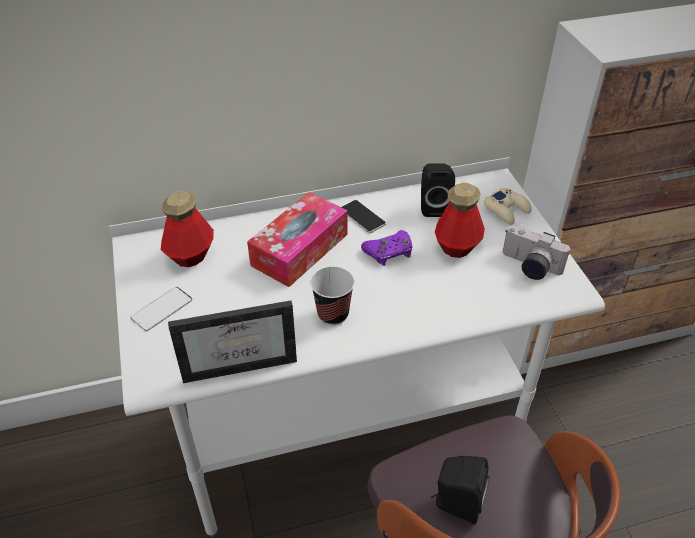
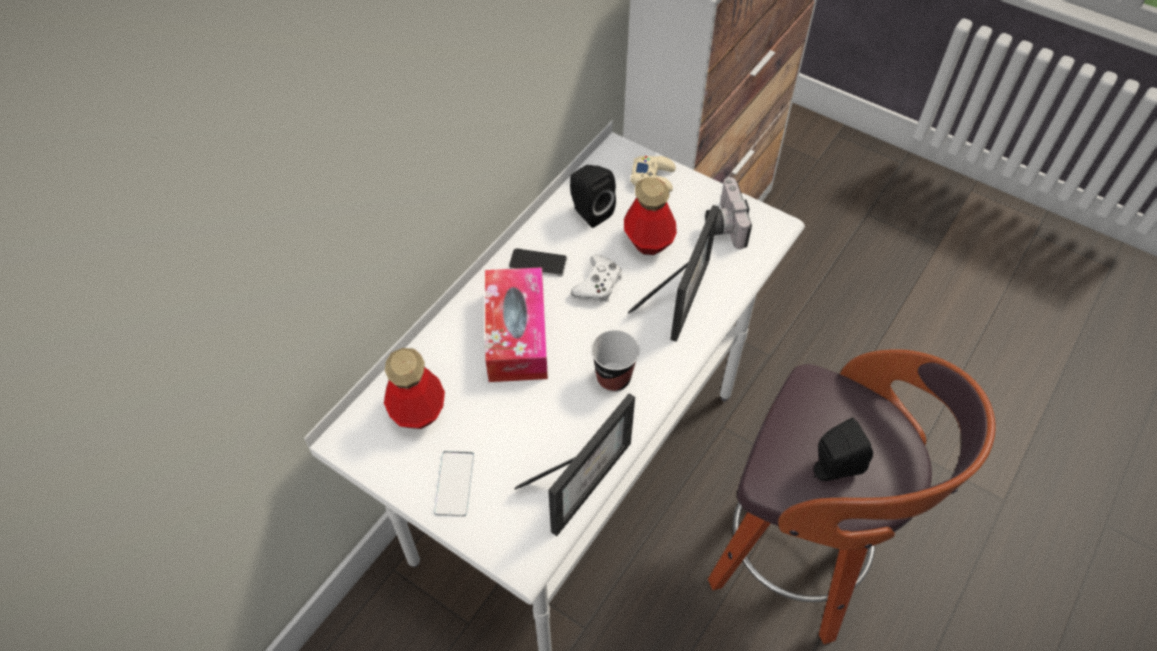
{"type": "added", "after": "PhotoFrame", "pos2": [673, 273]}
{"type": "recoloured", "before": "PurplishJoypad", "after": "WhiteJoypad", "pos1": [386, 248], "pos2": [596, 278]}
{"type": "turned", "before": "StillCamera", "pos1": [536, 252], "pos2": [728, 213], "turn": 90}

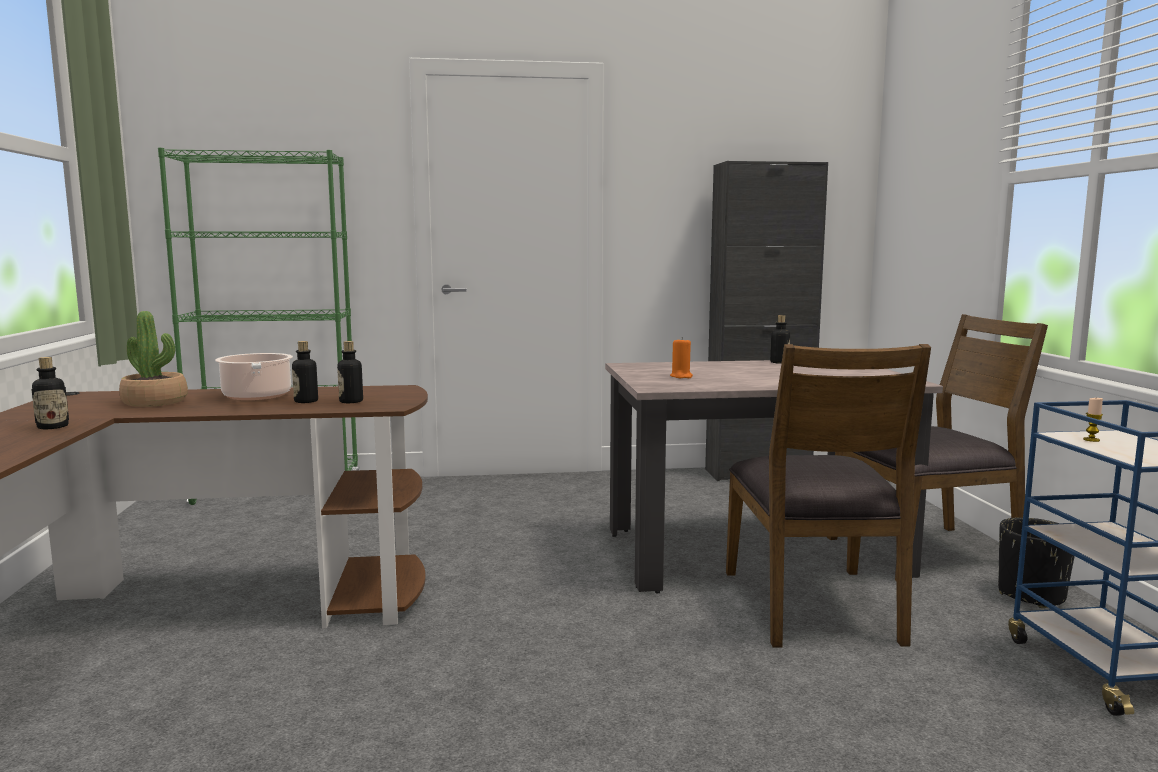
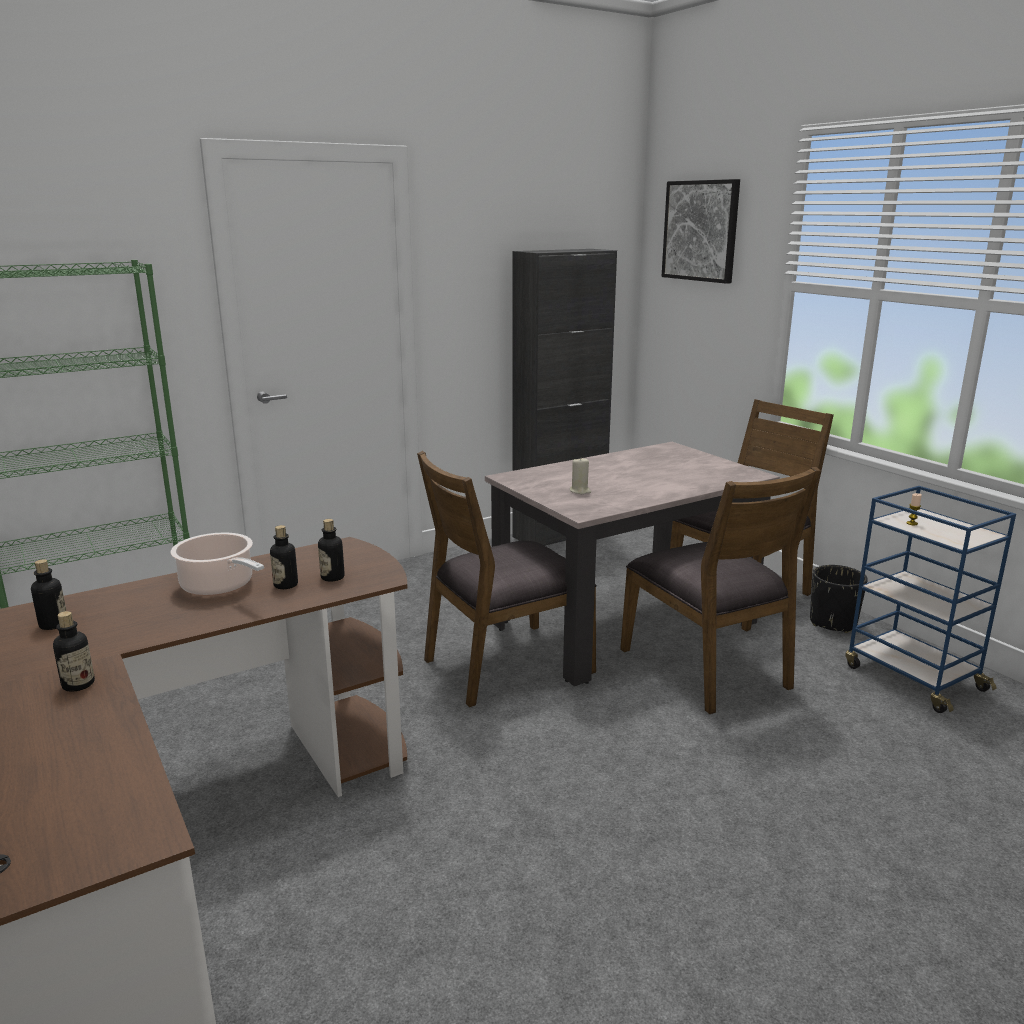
{"type": "removed", "before": "PlantInAPot", "pos1": [153, 359]}
{"type": "added", "after": "BrownColouredUprightChair", "pos2": [506, 579]}
{"type": "added", "after": "WallArt", "pos2": [700, 231]}
{"type": "moved", "before": "DrinkBottle", "pos1": [780, 339], "pos2": [48, 594]}
{"type": "recoloured", "before": "OrangeyWaxLight", "after": "BeigeColouredWaxLight", "pos1": [681, 357], "pos2": [580, 476]}

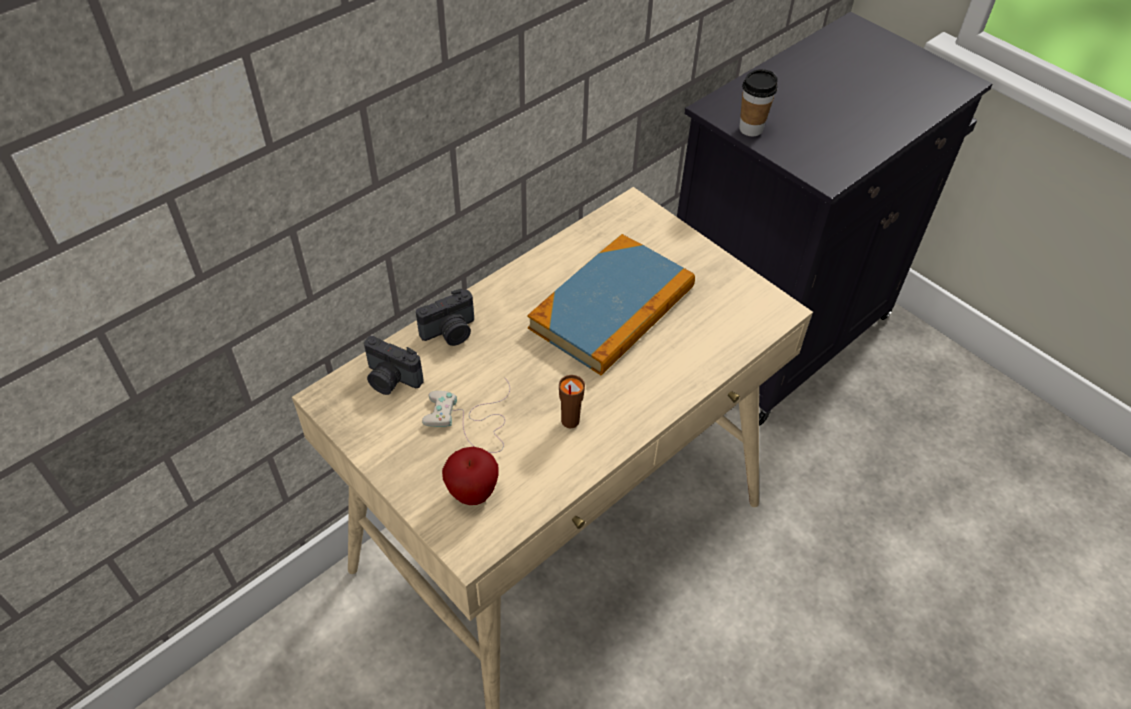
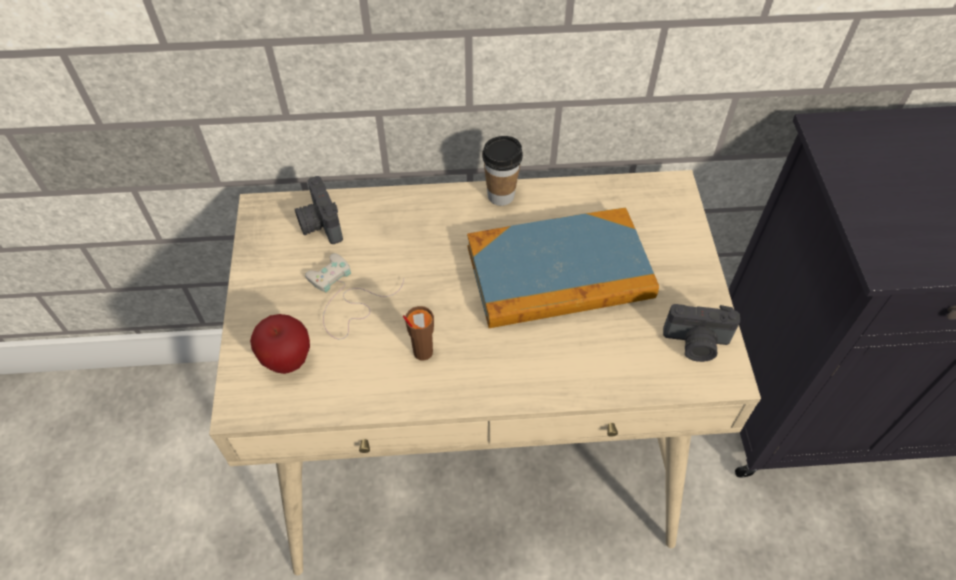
{"type": "moved", "before": "StillCamera", "pos1": [445, 317], "pos2": [701, 333]}
{"type": "moved", "before": "SmallCup", "pos1": [758, 102], "pos2": [502, 171]}

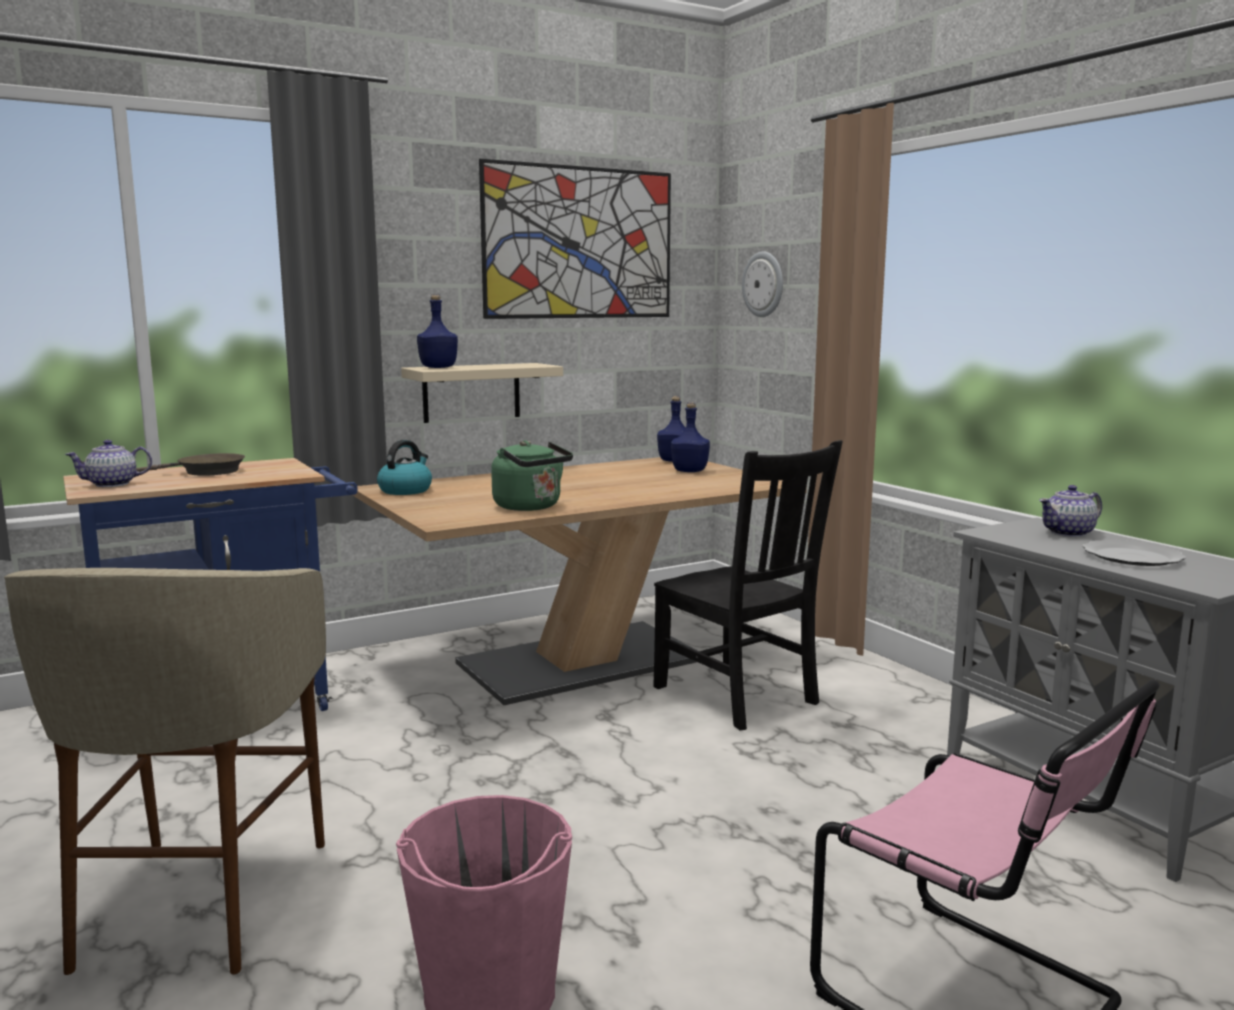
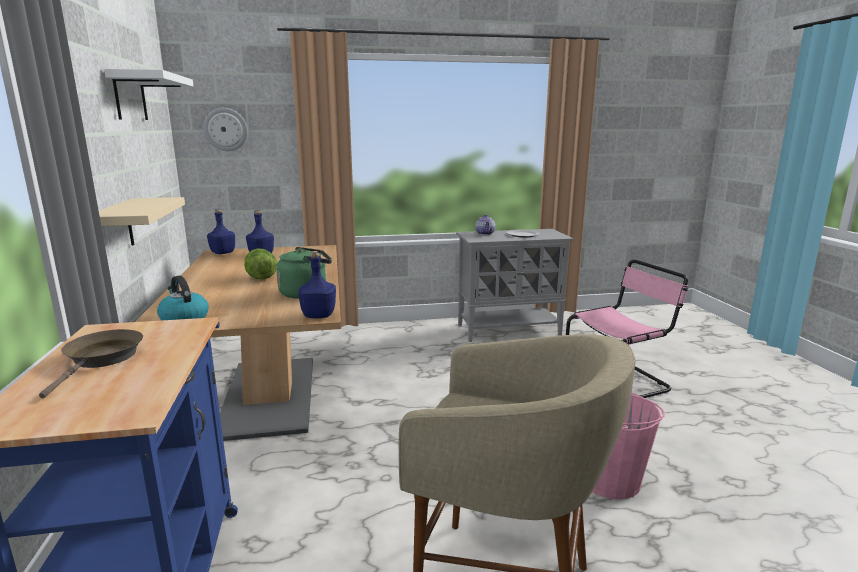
{"type": "removed", "before": "PotForTea", "pos1": [108, 463]}
{"type": "removed", "before": "BlackishUprightChair", "pos1": [748, 585]}
{"type": "added", "after": "Lettuce", "pos2": [260, 263]}
{"type": "moved", "before": "BluishDrinkBottle", "pos1": [437, 331], "pos2": [317, 284]}
{"type": "replaced", "before": "WallArt", "after": "WhiteBracketShelf", "pos1": [575, 239], "pos2": [148, 94]}

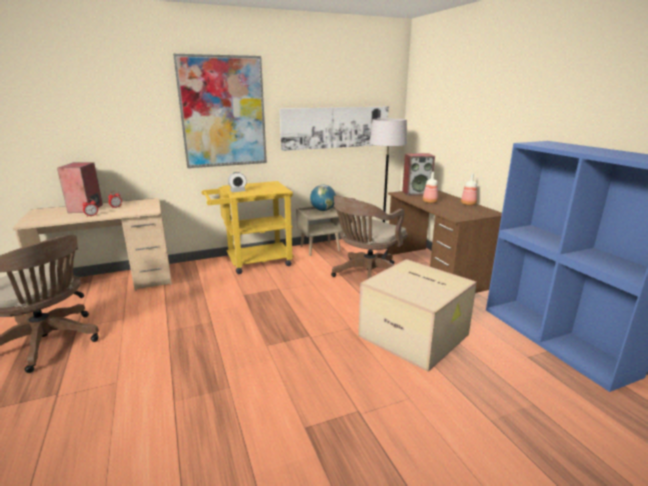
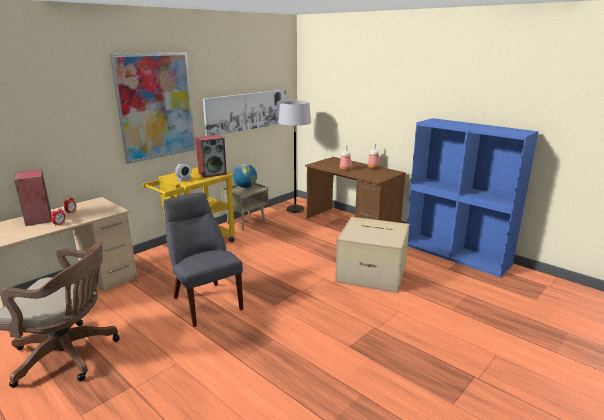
{"type": "removed", "before": "BrownColouredComputerChair", "pos1": [369, 237]}
{"type": "added", "after": "GreyUprightChair", "pos2": [203, 260]}
{"type": "moved", "before": "Loudspeaker", "pos1": [418, 174], "pos2": [211, 156]}

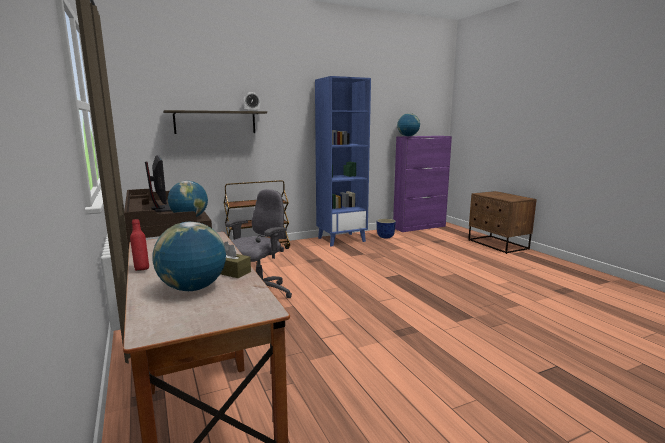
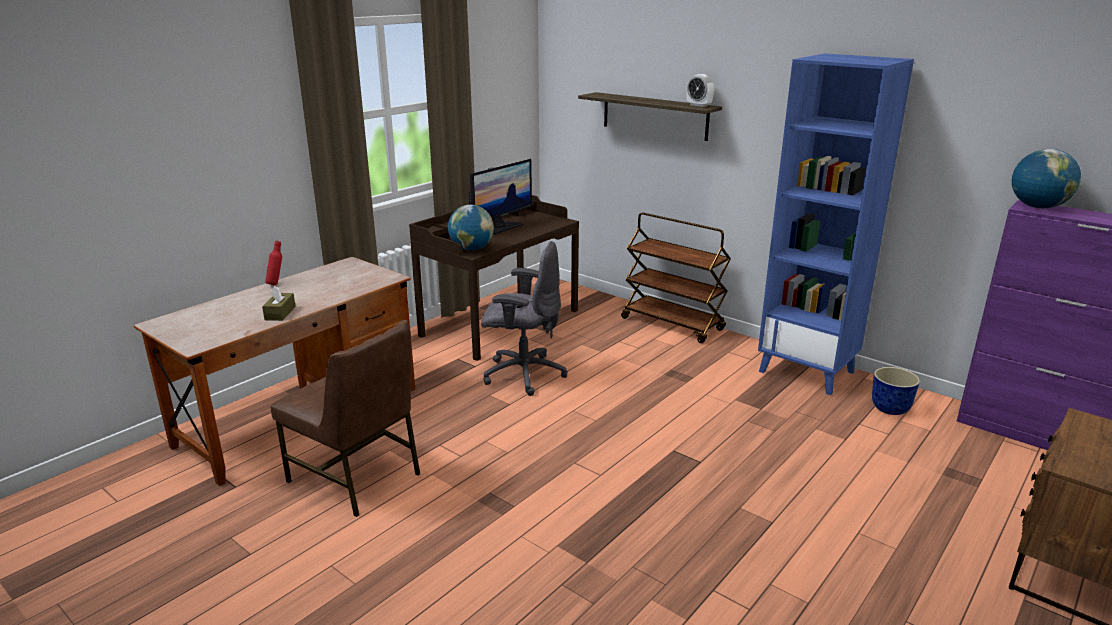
{"type": "removed", "before": "WorldGlobe", "pos1": [189, 256]}
{"type": "added", "after": "BrownColouredUprightChair", "pos2": [345, 418]}

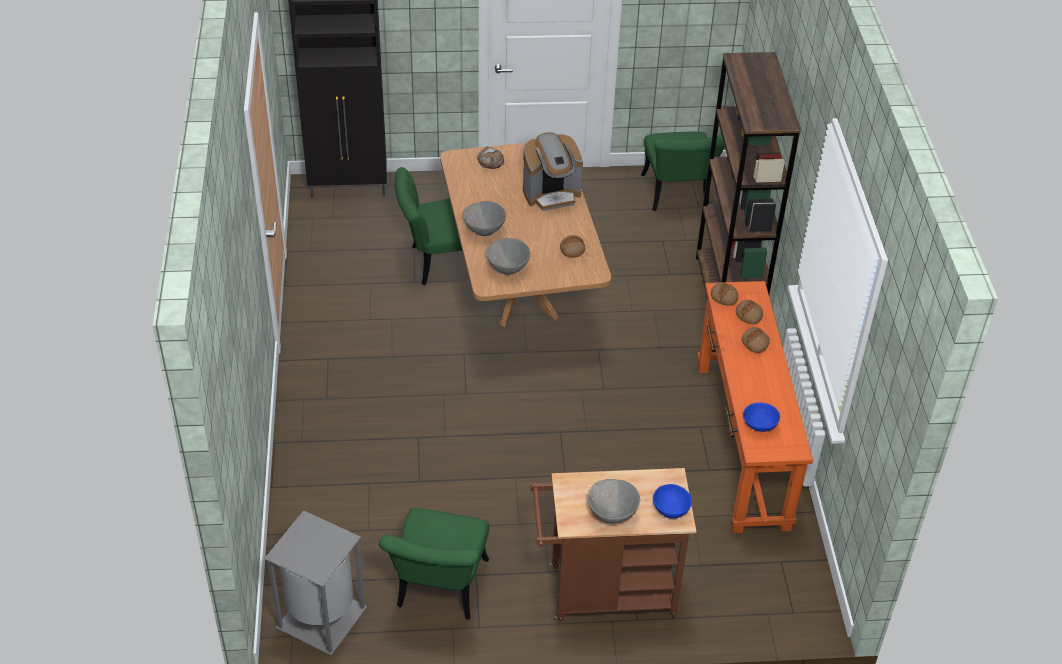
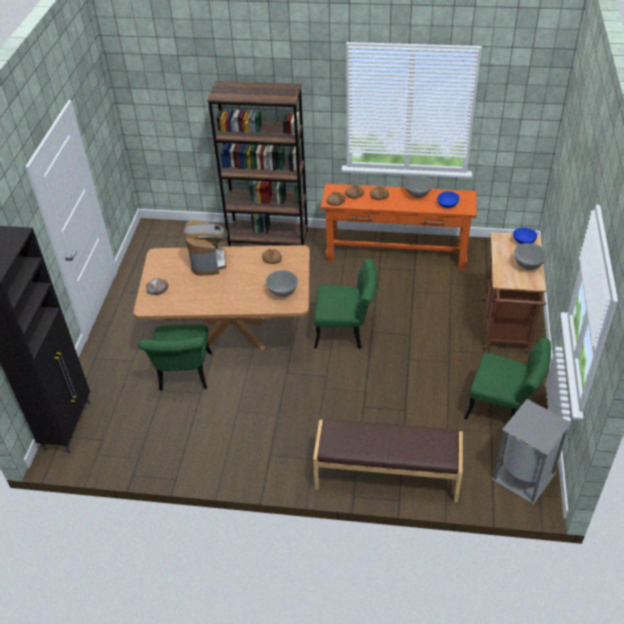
{"type": "added", "after": "BrownColouredBench", "pos2": [388, 461]}
{"type": "moved", "before": "GreyServingBowl", "pos1": [484, 218], "pos2": [418, 186]}
{"type": "moved", "before": "GreenUprightChair", "pos1": [683, 171], "pos2": [345, 304]}

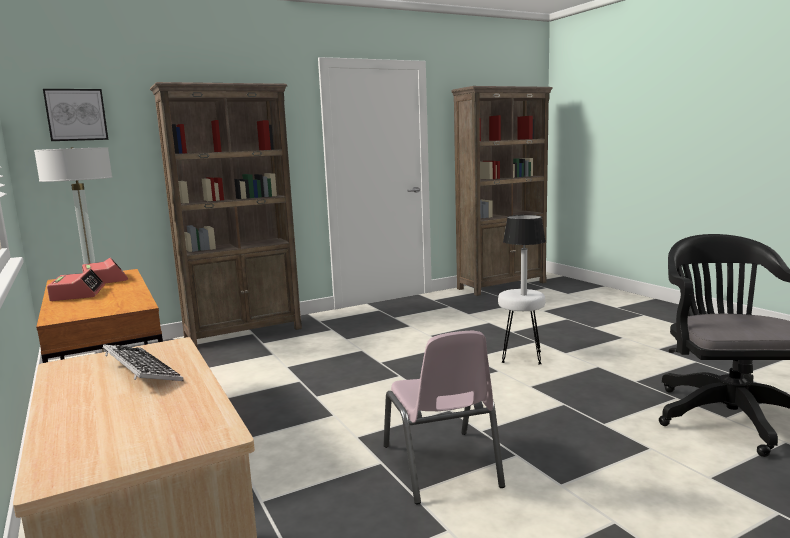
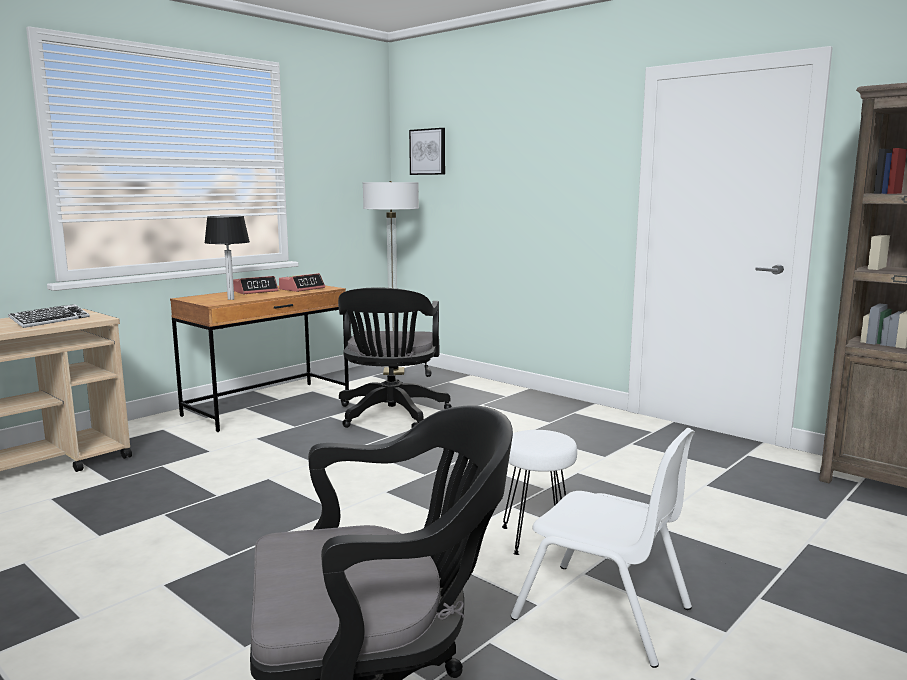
{"type": "removed", "before": "BrownColouredBookcase", "pos1": [226, 215]}
{"type": "removed", "before": "PinkishUprightChair", "pos1": [444, 418]}
{"type": "added", "after": "BlackishComputerChair", "pos2": [395, 357]}
{"type": "added", "after": "WhiteUprightChair", "pos2": [603, 548]}
{"type": "moved", "before": "LampForATable", "pos1": [524, 255], "pos2": [227, 258]}

